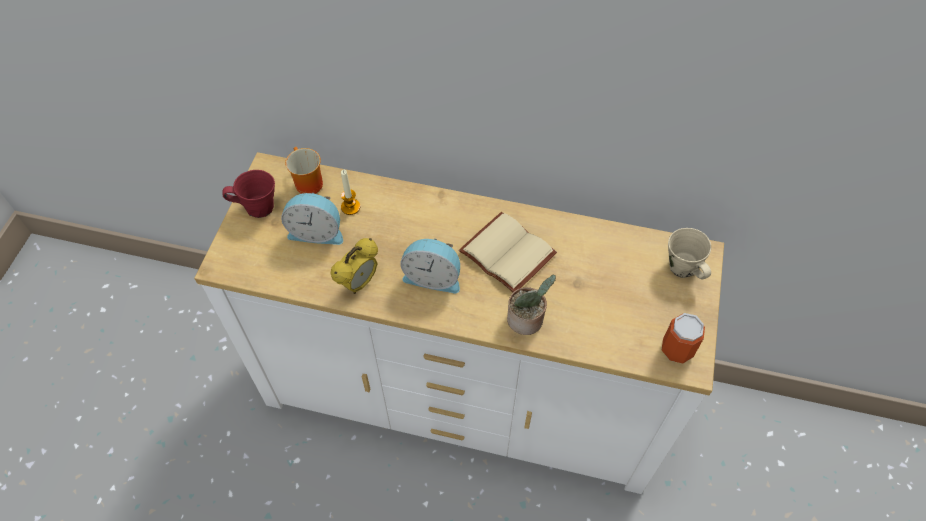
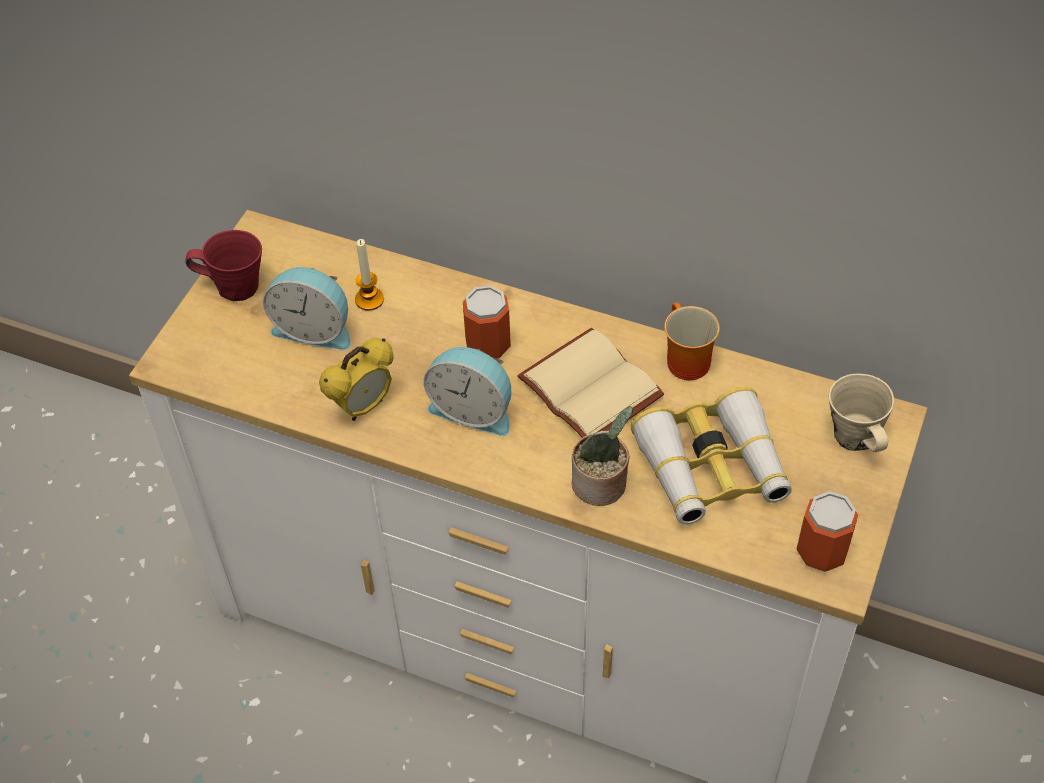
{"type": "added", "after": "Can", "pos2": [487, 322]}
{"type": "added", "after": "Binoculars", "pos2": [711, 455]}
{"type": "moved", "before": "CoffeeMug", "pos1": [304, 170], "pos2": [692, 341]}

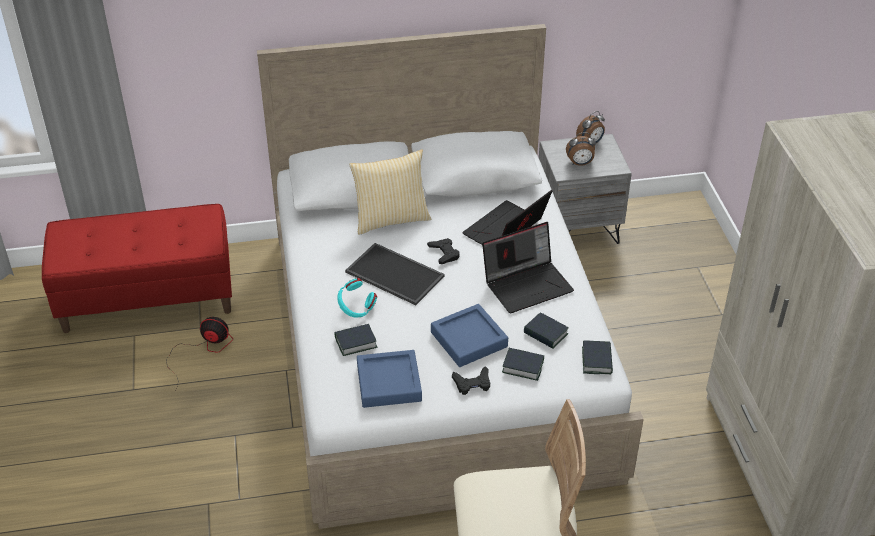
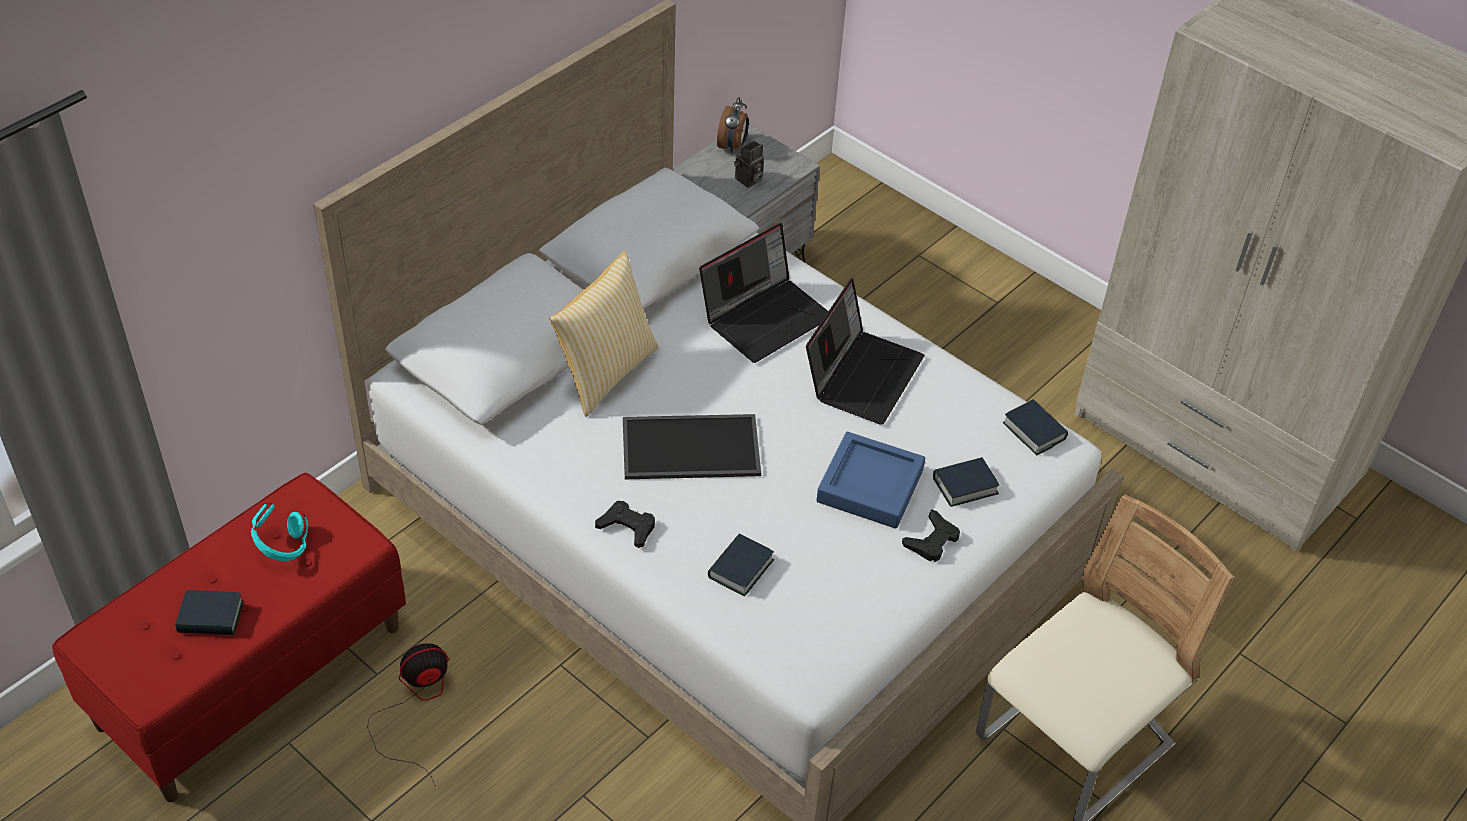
{"type": "removed", "before": "BluishCarryingTray", "pos1": [389, 379]}
{"type": "moved", "before": "TurquoiseHeadset", "pos1": [357, 298], "pos2": [279, 531]}
{"type": "moved", "before": "BlackishJoypad", "pos1": [443, 251], "pos2": [625, 524]}
{"type": "moved", "before": "Volume", "pos1": [546, 330], "pos2": [209, 612]}
{"type": "replaced", "before": "BedsideClock", "after": "StillCamera", "pos1": [581, 149], "pos2": [749, 164]}
{"type": "turned", "before": "NotebookComputer", "pos1": [507, 217], "pos2": [763, 293], "turn": -135}

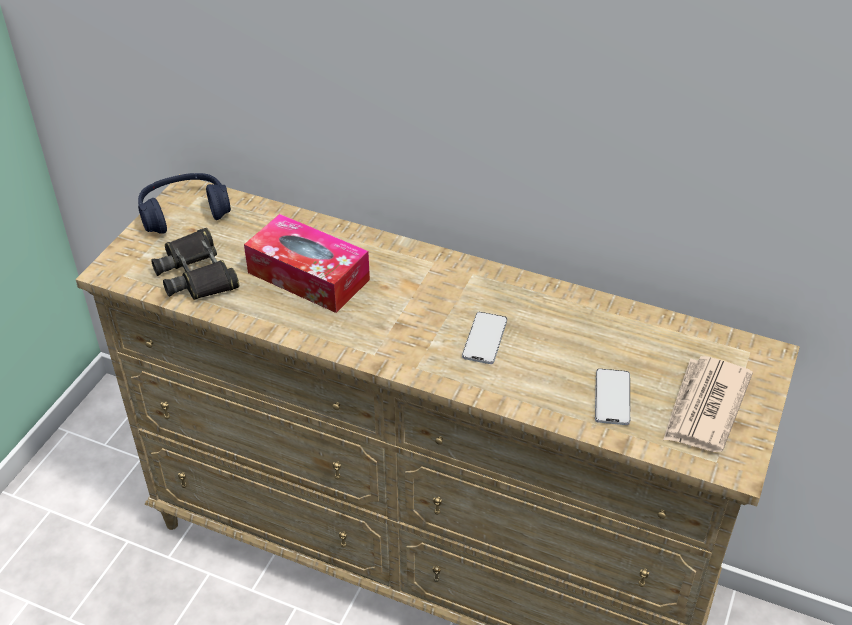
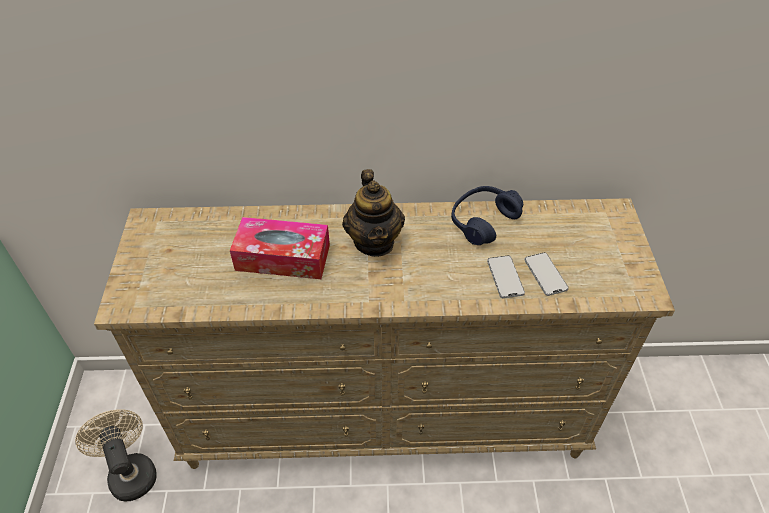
{"type": "removed", "before": "BlackishBinoculars", "pos1": [195, 264]}
{"type": "removed", "before": "DailyPaper", "pos1": [708, 404]}
{"type": "added", "after": "BeigeColouredFan", "pos2": [116, 455]}
{"type": "added", "after": "PotForTea", "pos2": [373, 213]}
{"type": "moved", "before": "BluishHeadset", "pos1": [184, 203], "pos2": [487, 215]}
{"type": "moved", "before": "Handset", "pos1": [484, 338], "pos2": [506, 276]}

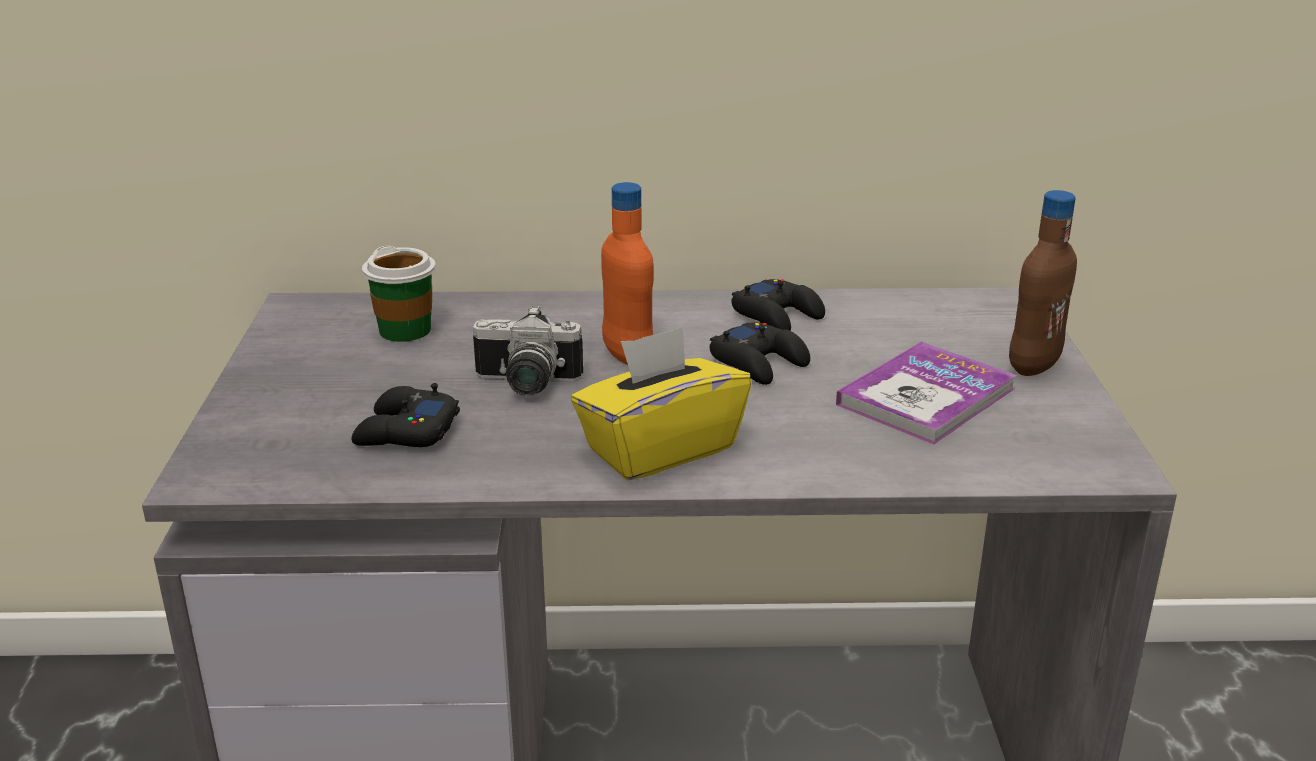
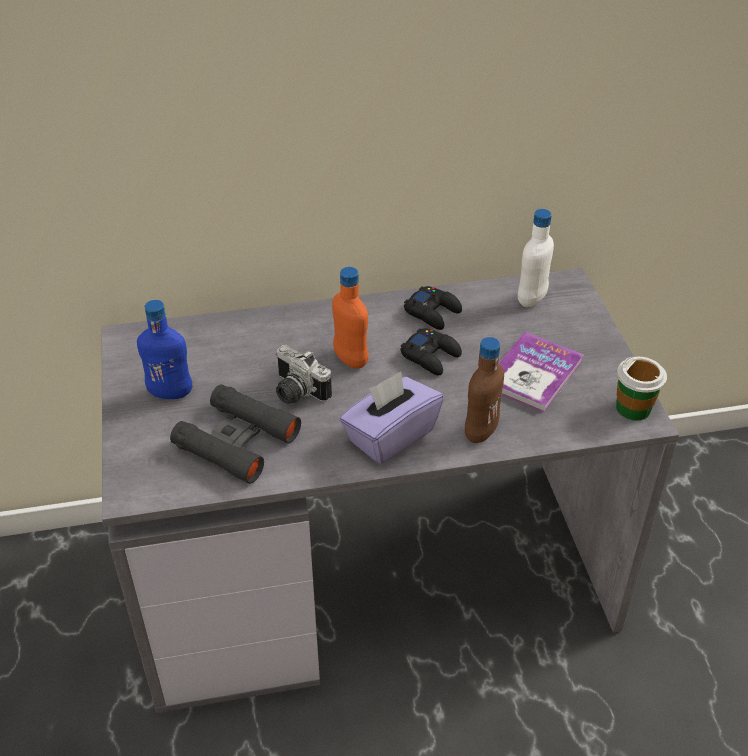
{"type": "added", "after": "BluishDrinkBottle", "pos2": [164, 349]}
{"type": "added", "after": "WhiteDrinkBottle", "pos2": [536, 258]}
{"type": "moved", "before": "SmallCup", "pos1": [399, 294], "pos2": [641, 389]}
{"type": "moved", "before": "BrownColouredDrinkBottle", "pos1": [1043, 283], "pos2": [484, 390]}
{"type": "replaced", "before": "BlackishJoypad", "after": "BlackishBinoculars", "pos1": [405, 415], "pos2": [235, 434]}
{"type": "recoloured", "before": "YellowTissueBox", "after": "PurplishTissueBox", "pos1": [661, 404], "pos2": [392, 417]}
{"type": "turned", "before": "StillCamera", "pos1": [528, 351], "pos2": [304, 374], "turn": 45}

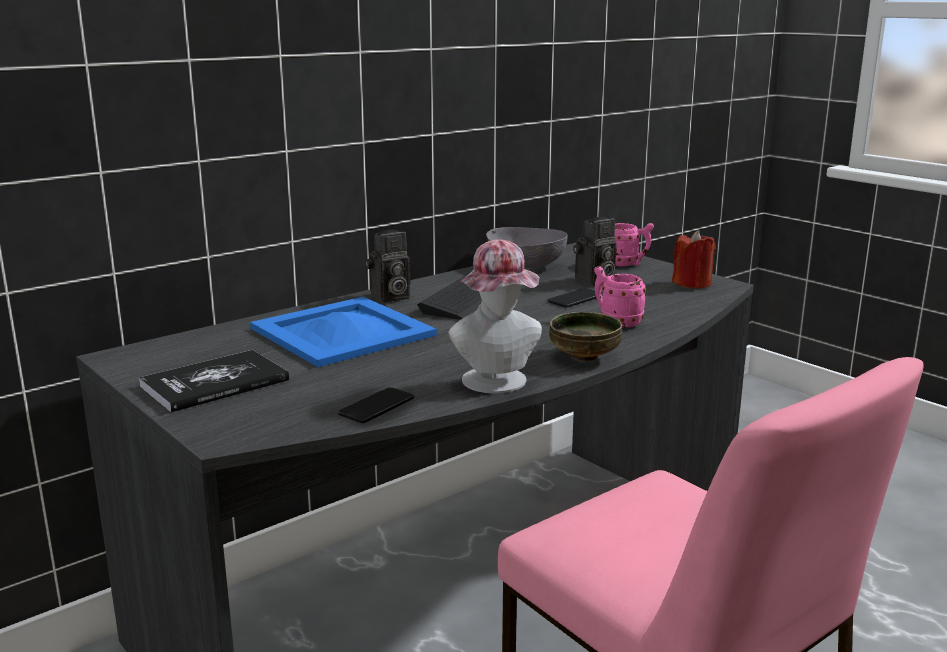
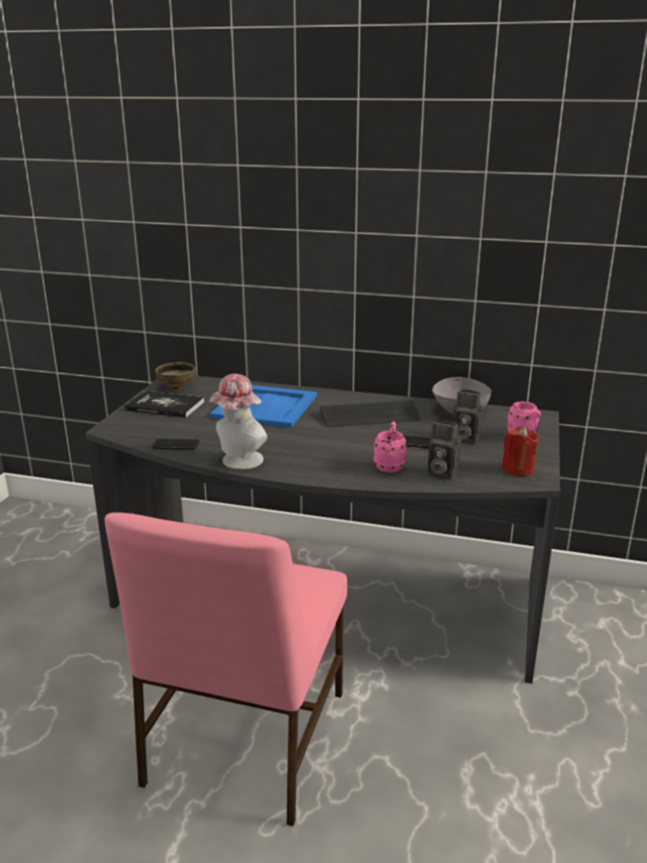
{"type": "moved", "before": "StillCamera", "pos1": [387, 266], "pos2": [444, 449]}
{"type": "moved", "before": "ServingBowl", "pos1": [585, 336], "pos2": [175, 375]}

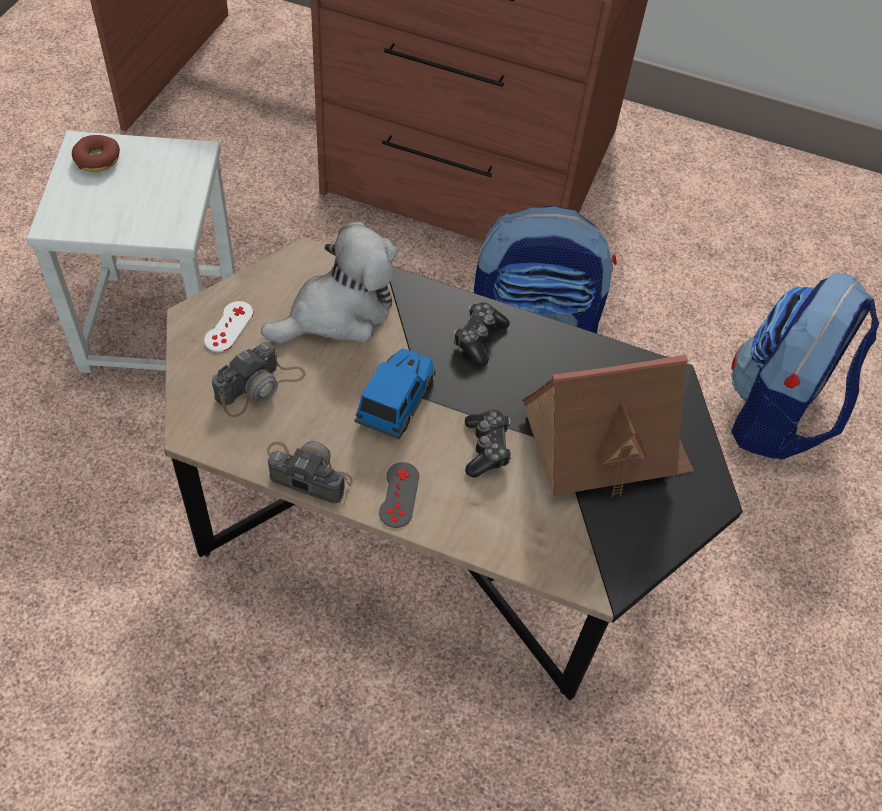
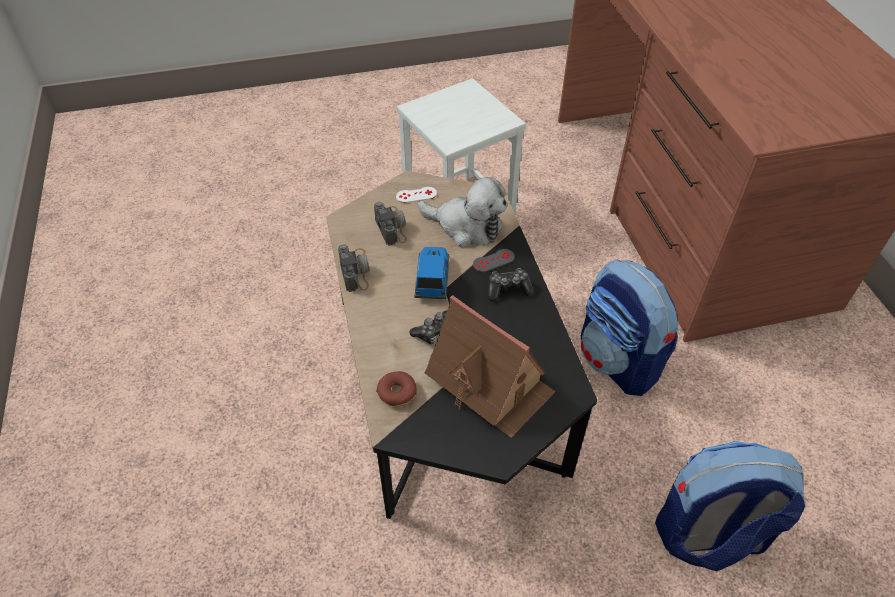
{"type": "moved", "before": "Doughnut", "pos1": [96, 153], "pos2": [396, 388]}
{"type": "moved", "before": "GreyJoypad", "pos1": [399, 495], "pos2": [494, 260]}
{"type": "turned", "before": "StillCamera", "pos1": [259, 379], "pos2": [390, 223], "turn": -120}
{"type": "turned", "before": "ModelCar", "pos1": [395, 394], "pos2": [432, 273], "turn": -75}

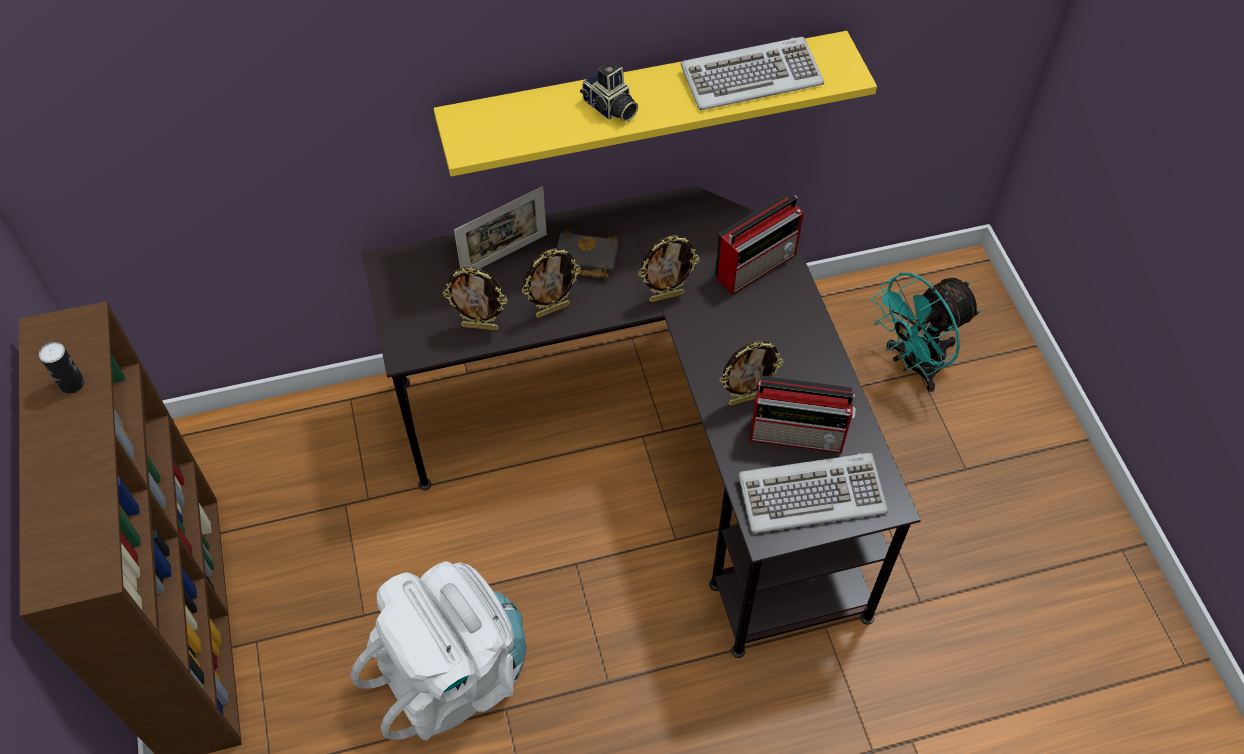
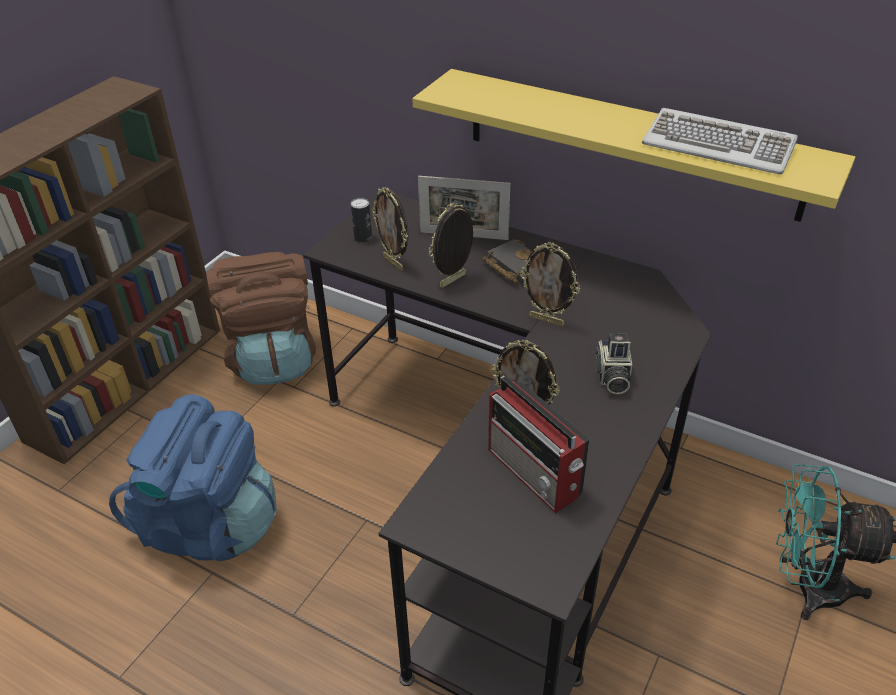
{"type": "removed", "before": "Radio", "pos1": [759, 245]}
{"type": "removed", "before": "ComputerKeyboard", "pos1": [813, 493]}
{"type": "added", "after": "BrownColouredBackpack", "pos2": [261, 318]}
{"type": "moved", "before": "Can", "pos1": [61, 368], "pos2": [361, 220]}
{"type": "moved", "before": "StillCamera", "pos1": [609, 92], "pos2": [613, 363]}
{"type": "recoloured", "before": "WhiteBackpack", "after": "BluishBackpack", "pos1": [438, 651], "pos2": [192, 477]}
{"type": "turned", "before": "PhotoFrame", "pos1": [551, 283], "pos2": [451, 245], "turn": 120}

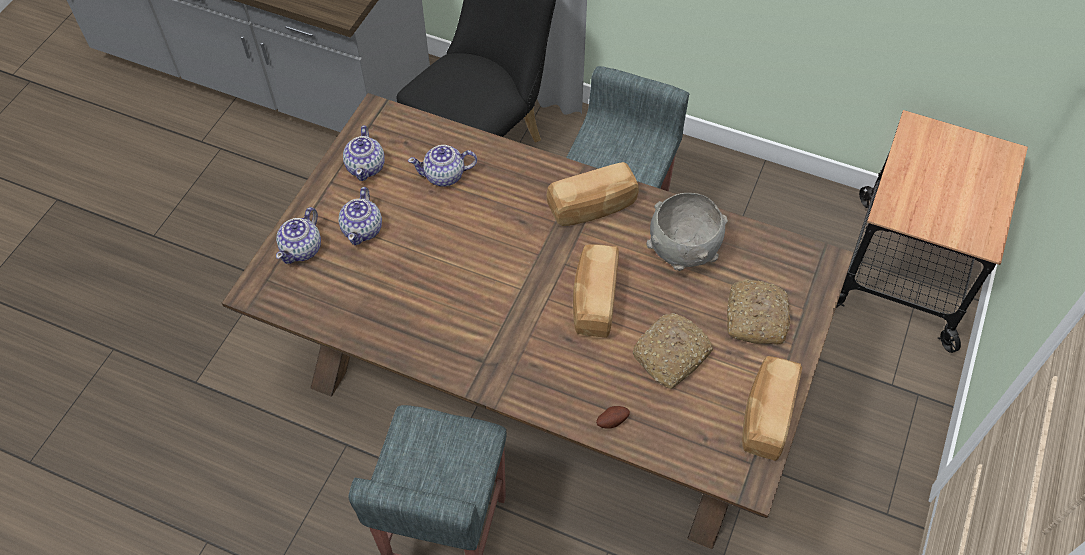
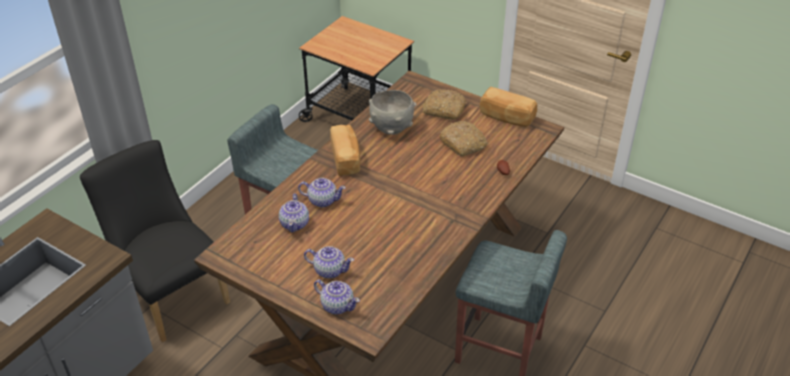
{"type": "removed", "before": "BakeryBread", "pos1": [596, 291]}
{"type": "moved", "before": "PotForTea", "pos1": [364, 153], "pos2": [322, 192]}

